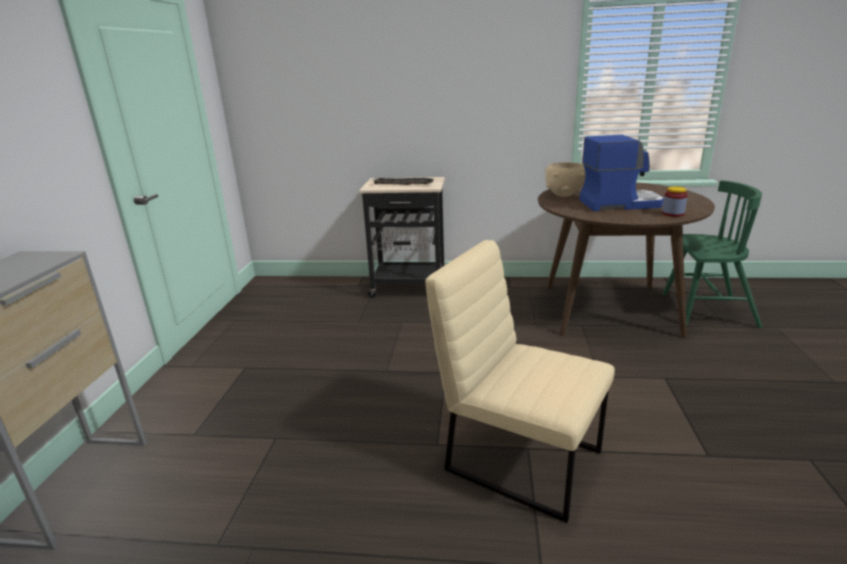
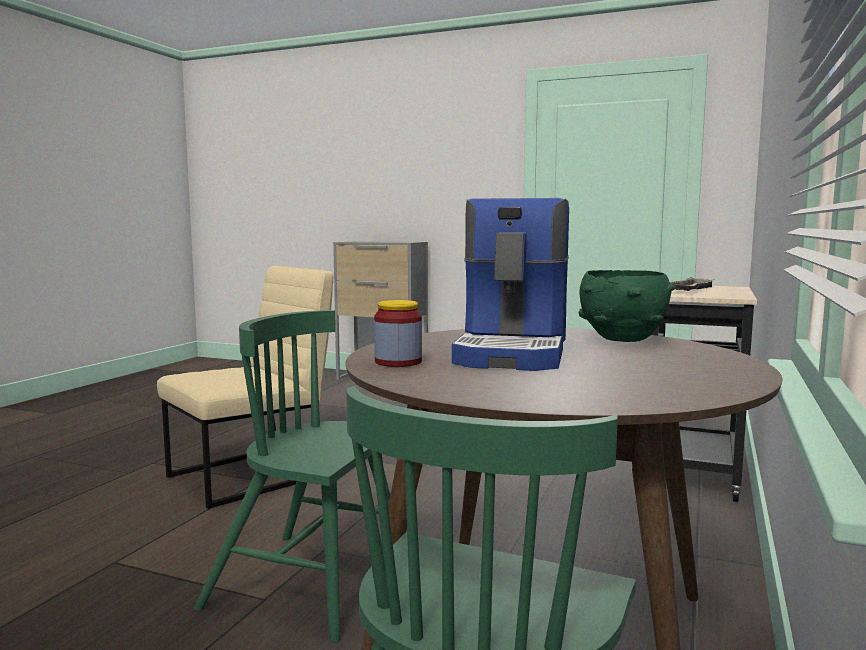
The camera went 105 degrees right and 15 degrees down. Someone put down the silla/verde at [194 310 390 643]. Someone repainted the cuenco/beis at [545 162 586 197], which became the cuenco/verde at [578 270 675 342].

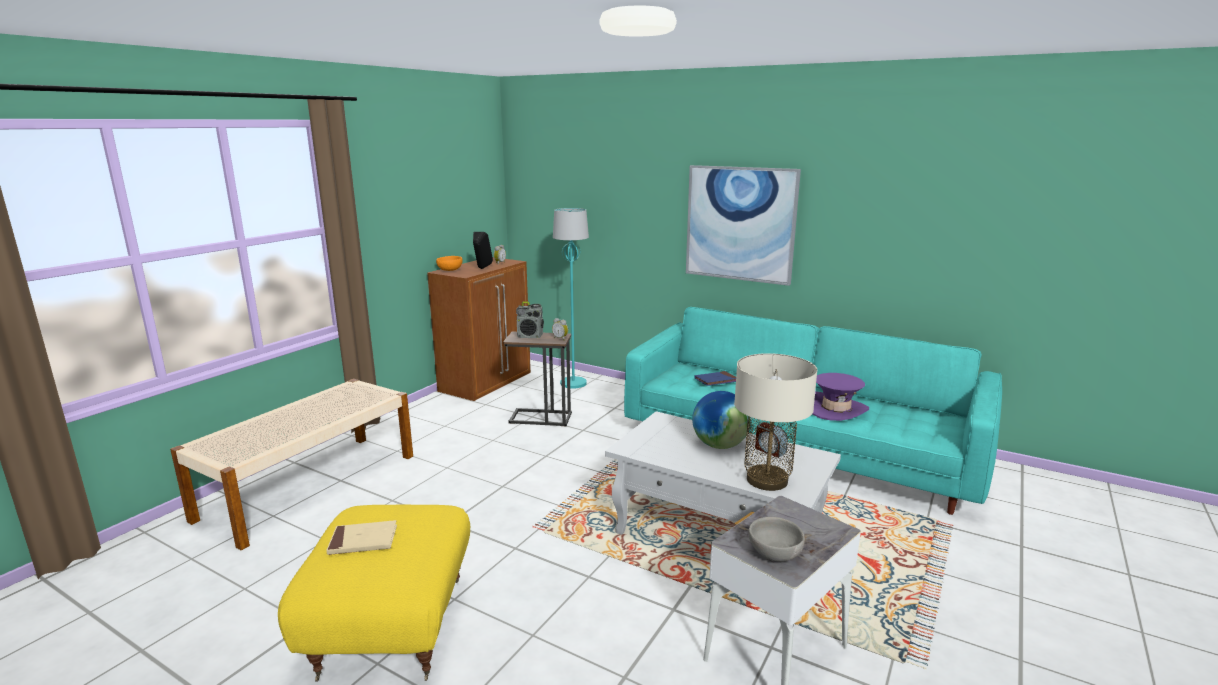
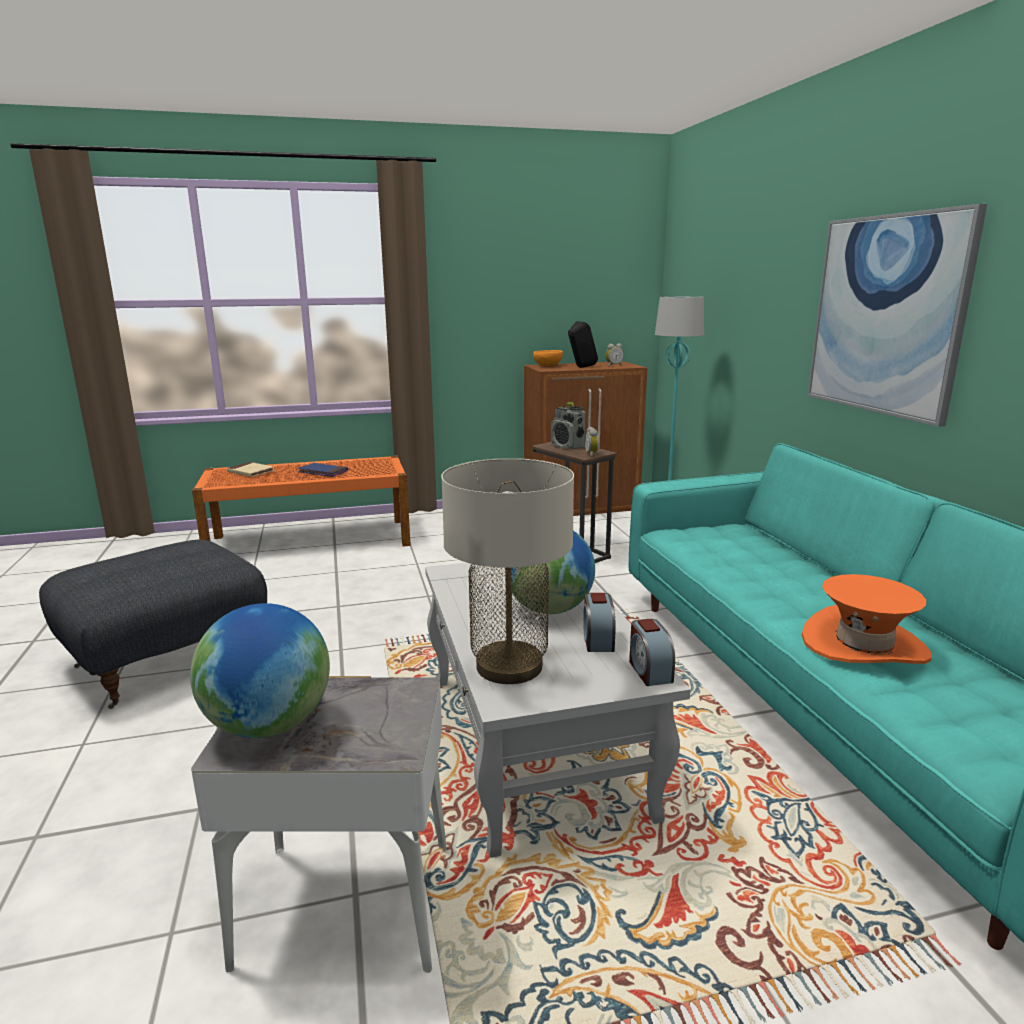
The camera went 45 degrees right and 0 degrees up. Someone repainted the puf/amarillo at [278 505 470 682], which became the puf/gris at [39 540 267 709]. Someone swapped the cuenco/gris at [749 517 805 562] for the globo terráqueo at [190 603 330 738]. Someone repainted the banco/beis at [170 379 413 550], which became the banco/naranja at [192 456 411 547]. Someone carried the libro/beis from [326 520 397 555] to [227 462 275 477]. Someone carried the libro/azul from [694 371 736 386] to [298 463 348 477]. Someone put down the despertador at [629 619 675 686]. Someone repainted the sombrero/morado at [812 373 869 421], which became the sombrero/naranja at [802 574 931 664].

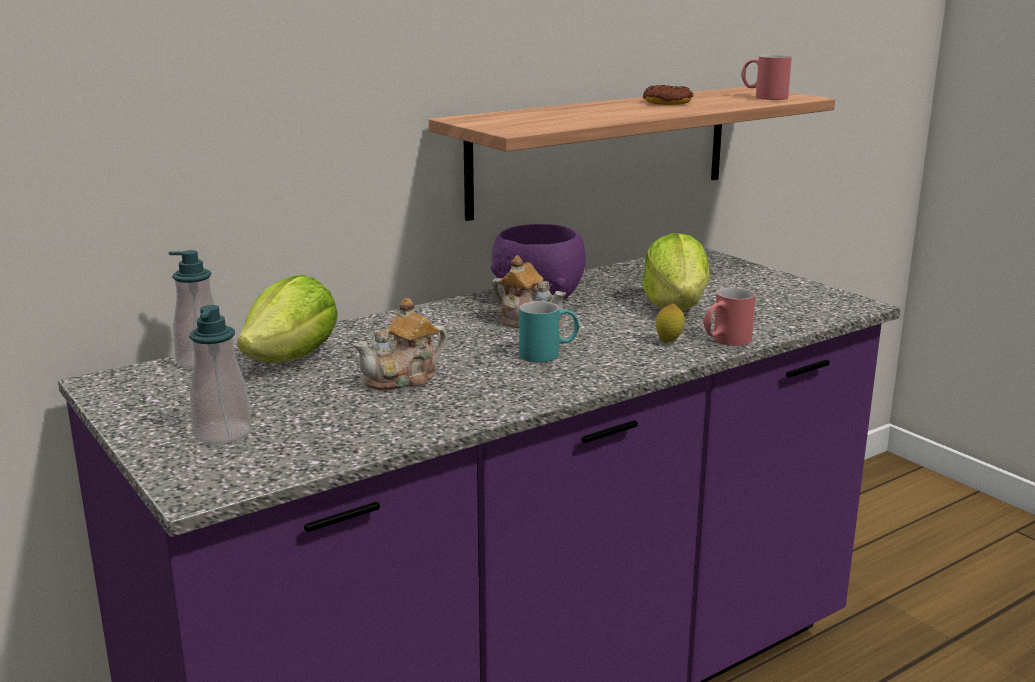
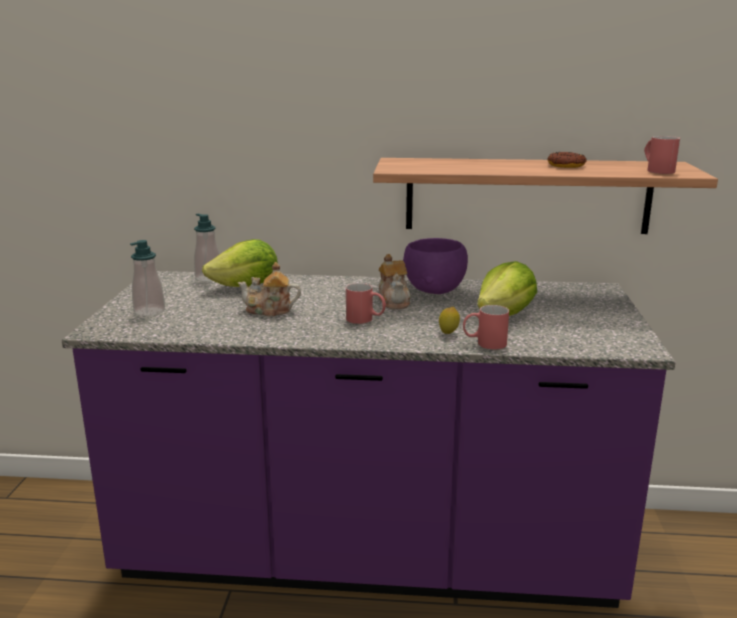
The camera went 40 degrees right and 0 degrees up. Someone repainted the taza grande/turquesa at [519 301 579 362], which became the taza grande/rojo at [346 283 386 324].

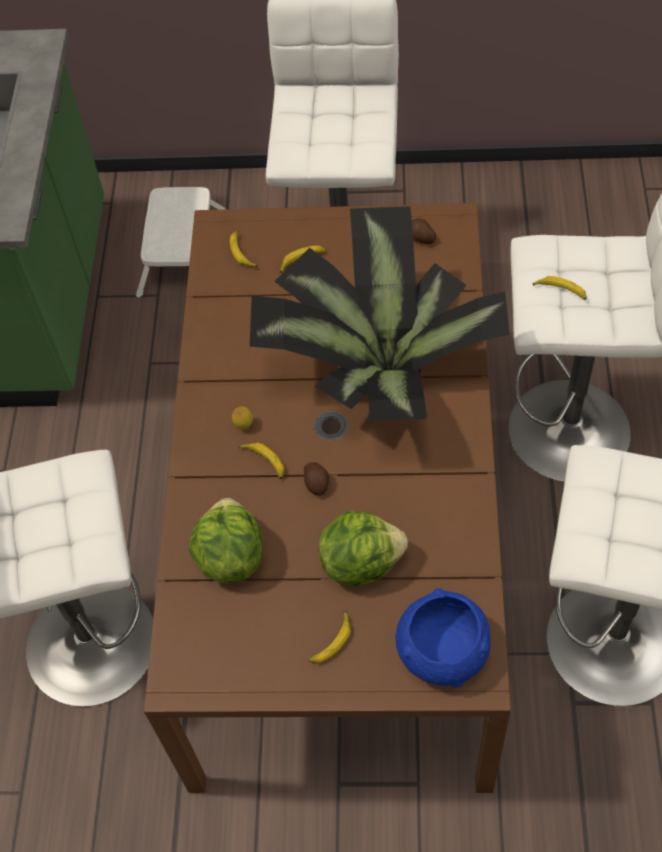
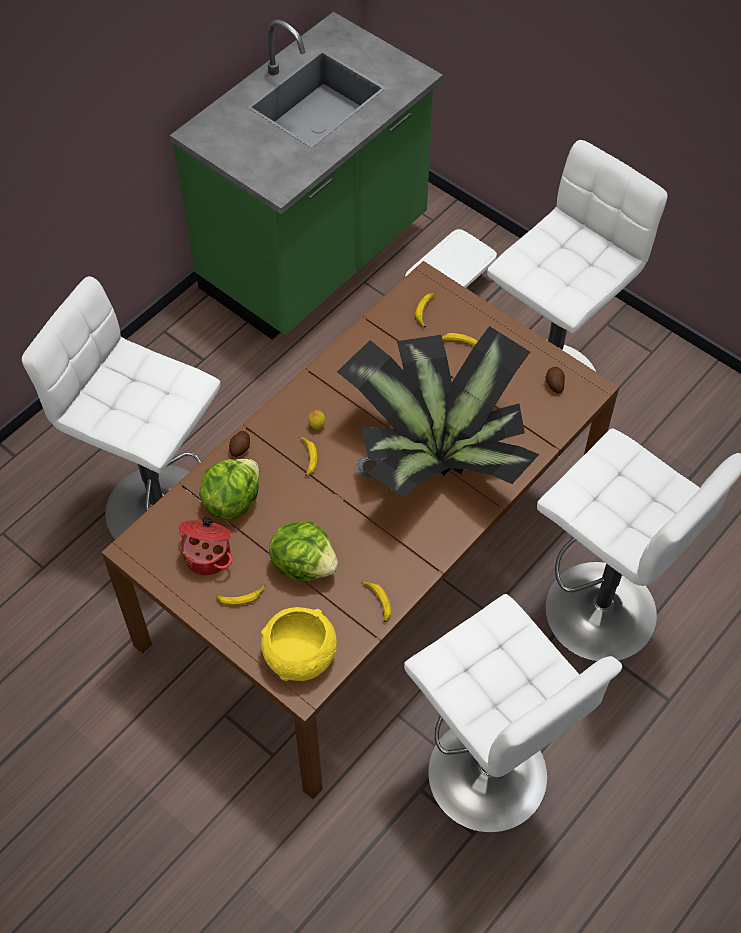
The camera went 35 degrees right and 0 degrees up. Someone put down the olla at [179 517 233 575]. Someone carried the patata from [304 462 329 496] to [229 431 250 457]. Someone repainted the cuenco/azul at [395 588 491 688], which became the cuenco/amarillo at [261 607 337 681]. Someone carried the plátano from [533 276 587 300] to [361 581 391 622].

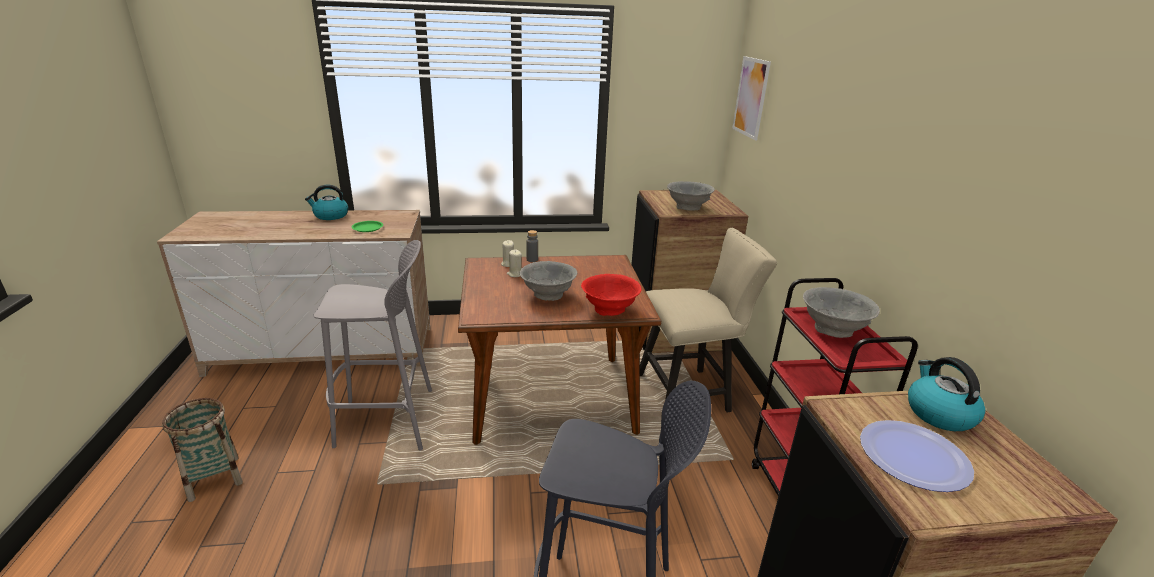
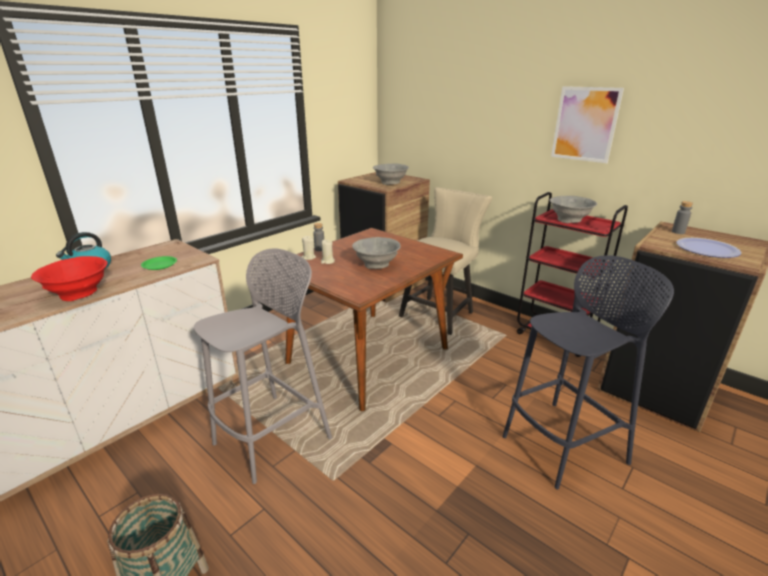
The camera went 40 degrees left and 0 degrees up. Someone carried the cuenco/rojo from [581 274 642 316] to [31 256 108 301]. Someone carried the cuadro from [732 56 771 140] to [551 86 624 163]. Someone swapped the hervidor at [908 357 985 431] for the botella/gris at [672 201 693 234].

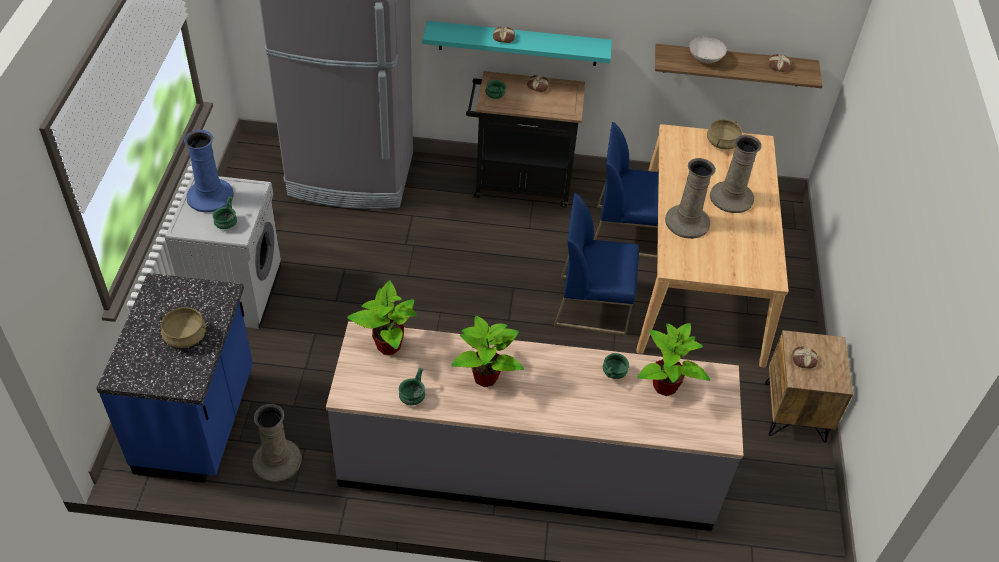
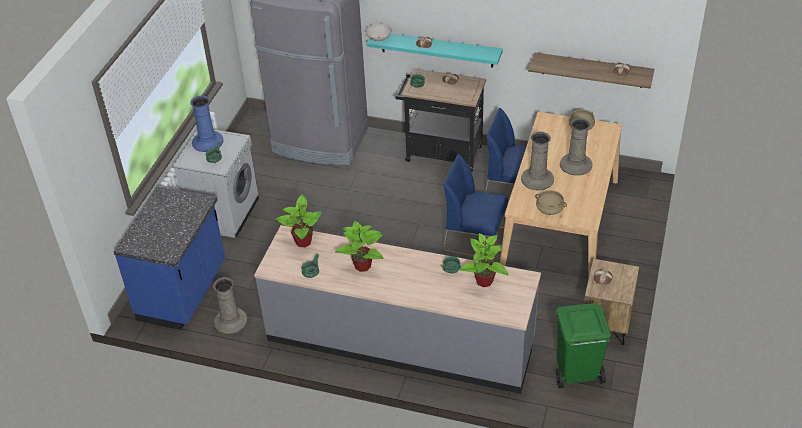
The camera went 15 degrees right and 5 degrees down. Someone carried the cuenco/blanco from [689 37 727 63] to [366 23 392 41]. Someone carried the olla/beis from [160 307 208 348] to [535 190 567 215]. Someone put down the papelera/verde at [556 303 611 389].

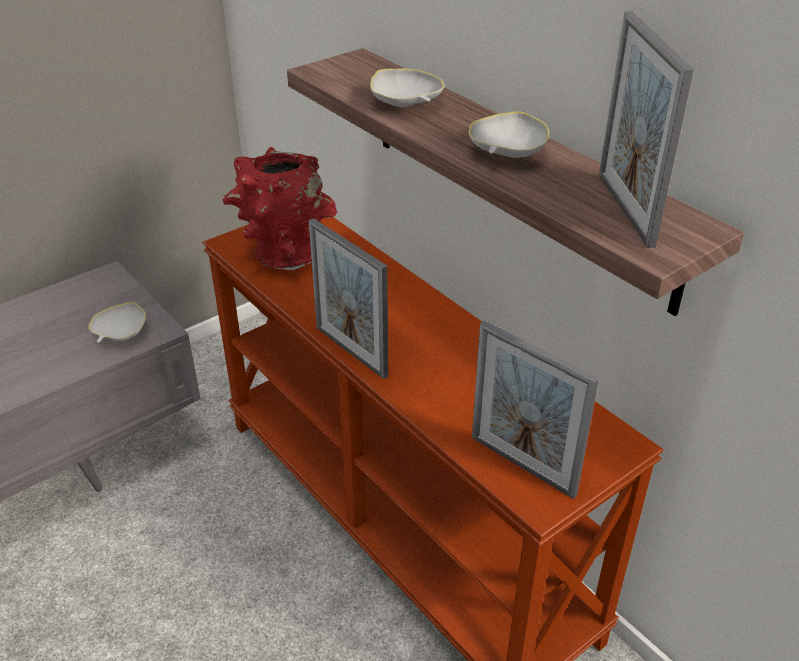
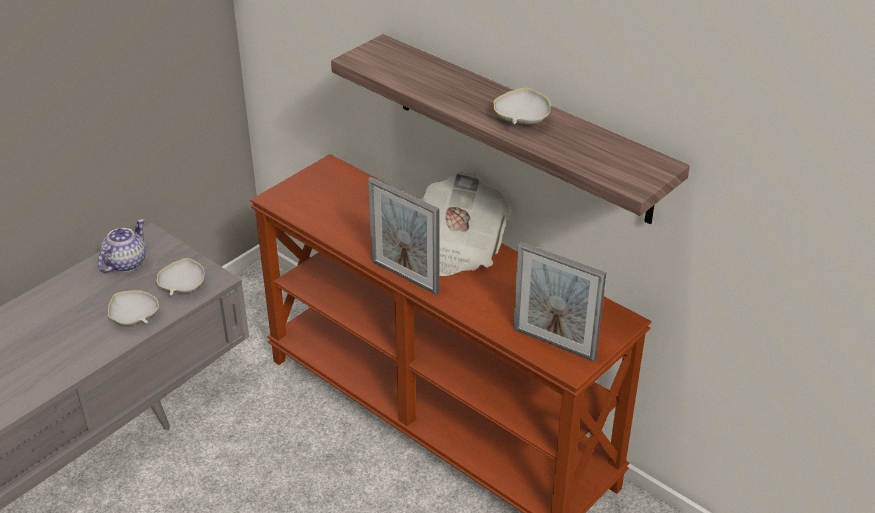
The camera went 10 degrees left and 0 degrees up. Someone put down the tetera at [98 219 146 273]. Someone carried the cuenco/blanco from [370 69 445 107] to [108 290 159 325]. Someone put down the periódico at [421 172 509 276]. Someone took away the florero/rojo at [223 147 337 270]. Someone took away the portarretratos at [599 11 694 248].

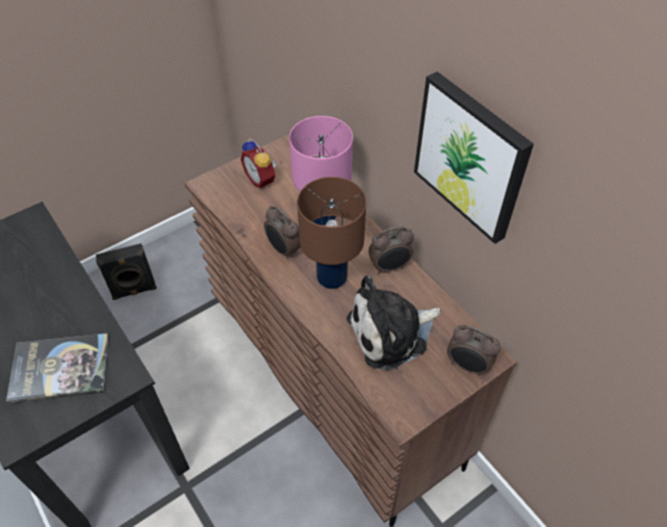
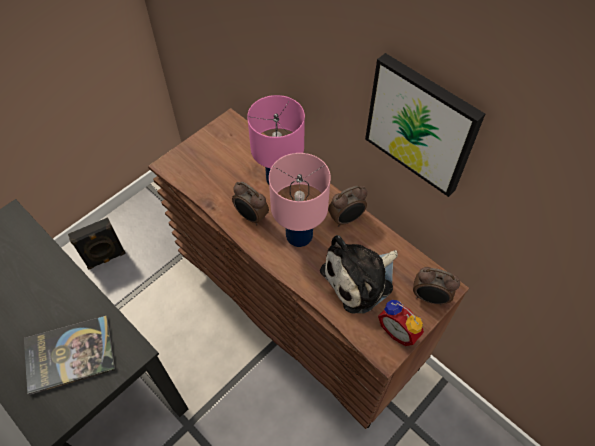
The camera went 10 degrees left and 5 degrees up. Someone repainted the lámpara de mesa/marrón at [297 177 366 289], which became the lámpara de mesa/rosa at [269 153 331 247]. Someone carried the despertador from [241 138 276 189] to [378 300 424 346].

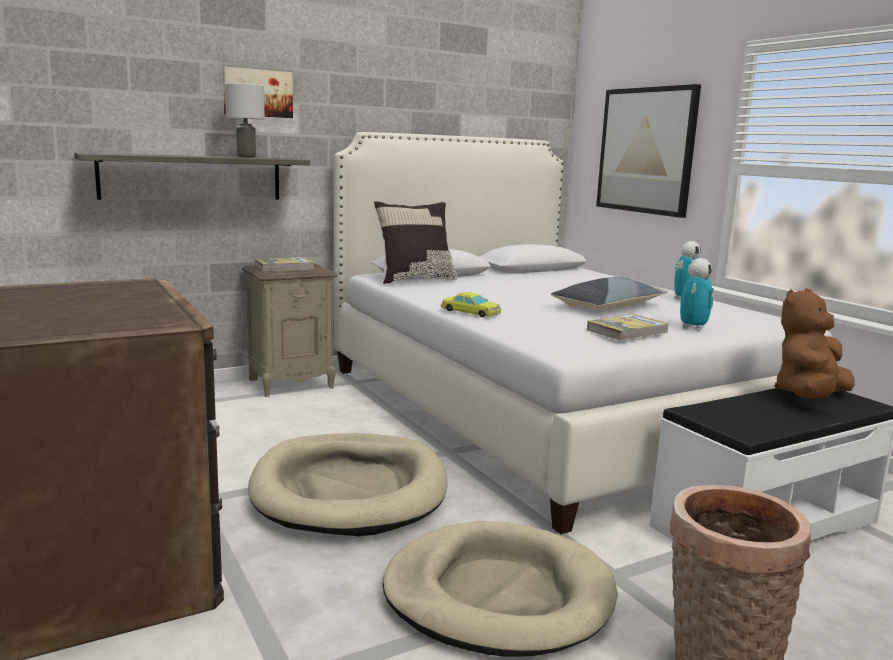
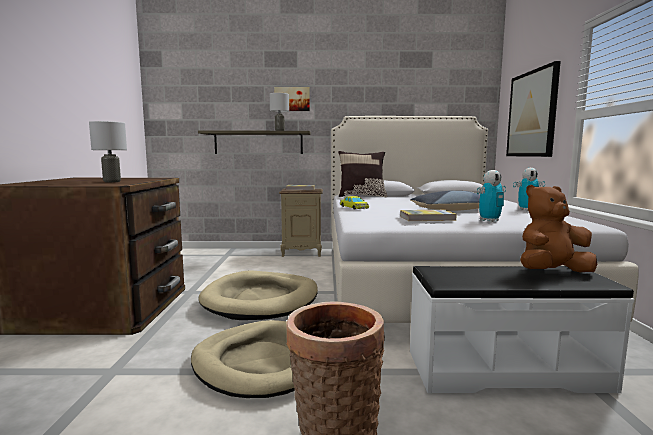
The camera went 30 degrees right and 5 degrees down. Someone put down the lámpara de mesa/blanco at [89 121 127 182].

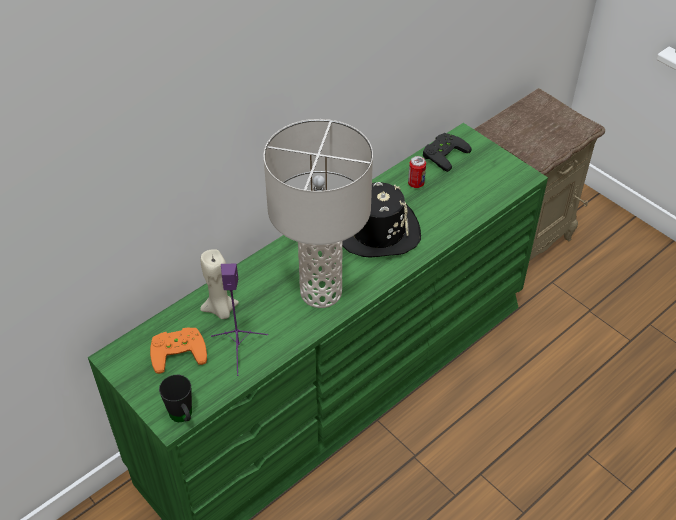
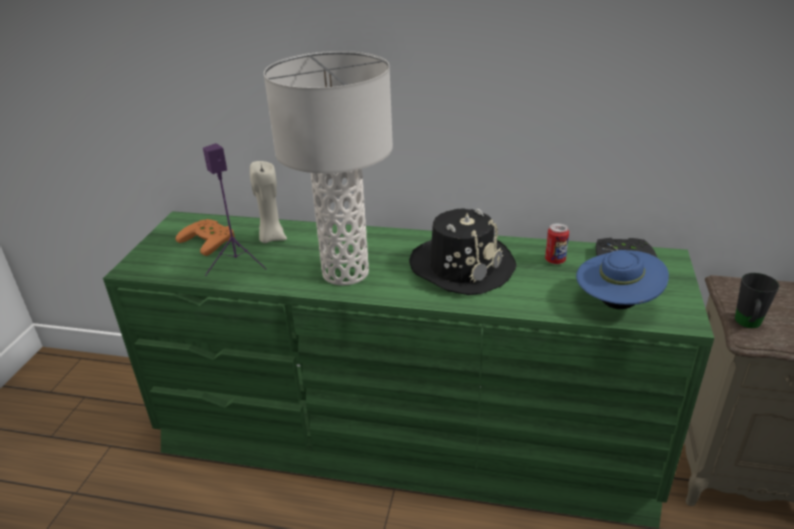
The camera went 55 degrees right and 15 degrees down. Someone put down the sombrero/azul at [576 243 669 309]. Someone carried the taza grande/negro from [159 375 192 422] to [735 273 779 328].

